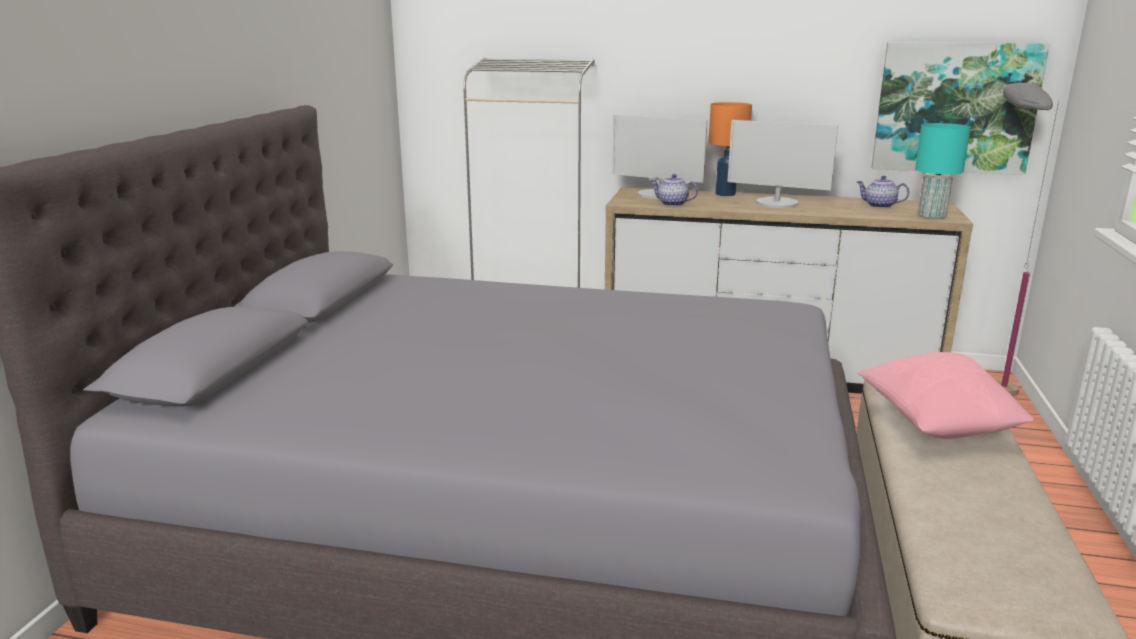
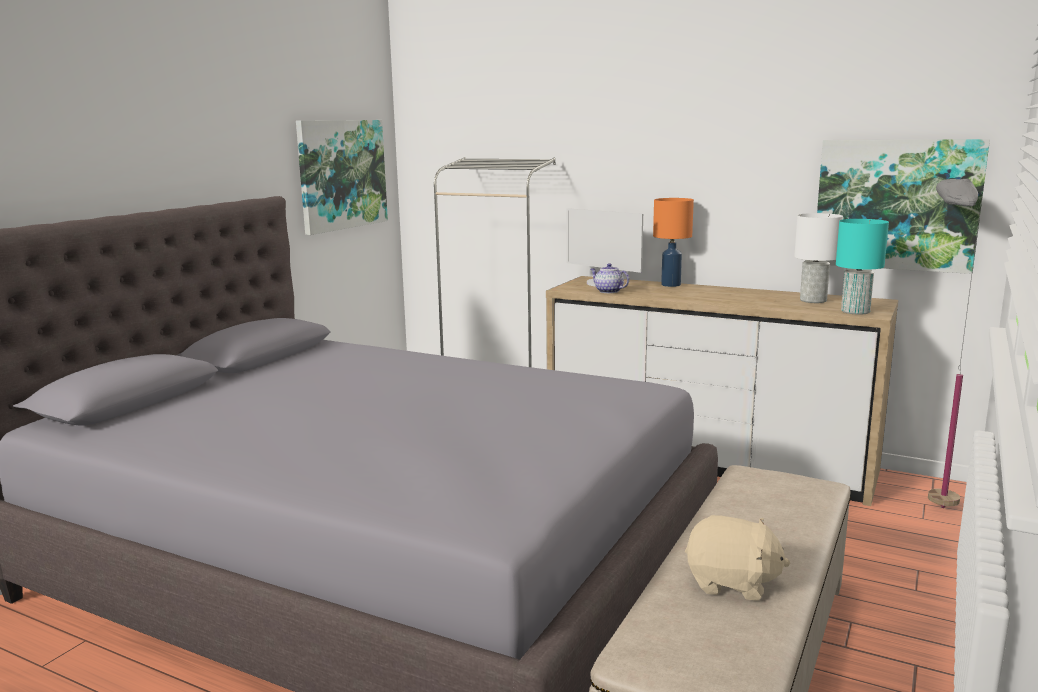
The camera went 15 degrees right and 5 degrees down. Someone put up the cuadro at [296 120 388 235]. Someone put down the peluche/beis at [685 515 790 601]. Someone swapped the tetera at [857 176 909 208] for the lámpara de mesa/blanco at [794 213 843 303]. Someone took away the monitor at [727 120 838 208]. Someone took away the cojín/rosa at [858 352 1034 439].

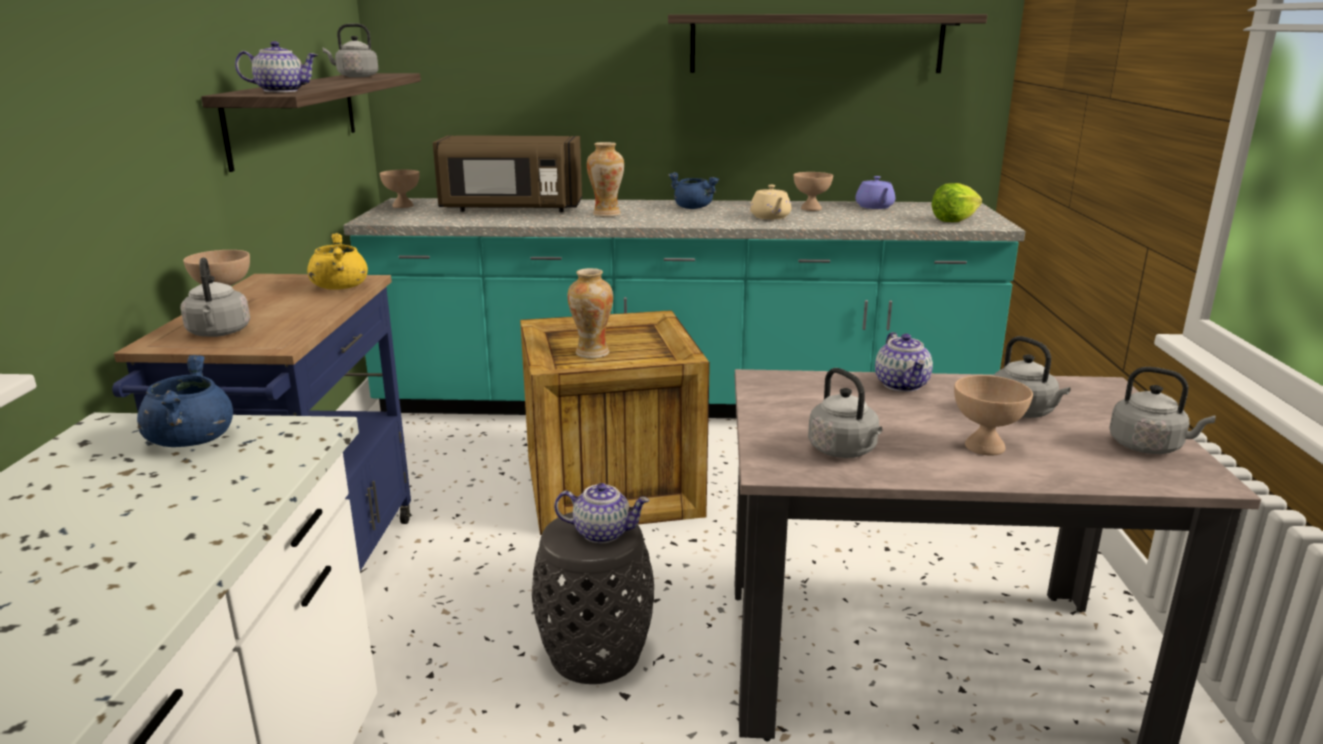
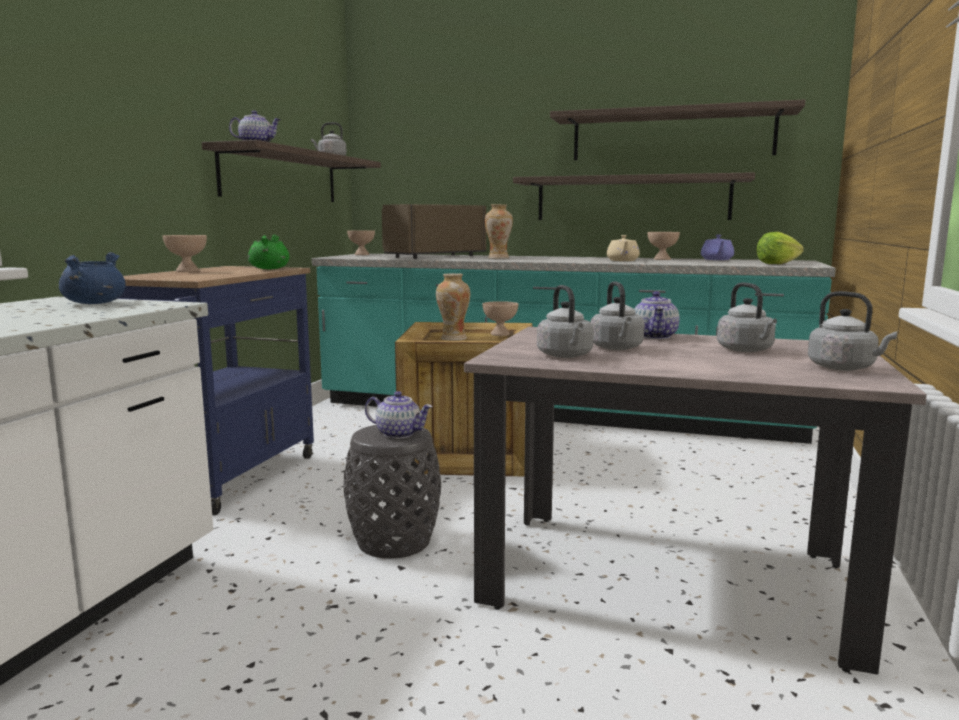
The camera went 15 degrees right and 10 degrees down. Someone repainted the olla/amarillo at [307 233 368 290], which became the olla/verde at [248 235 289 269]. Someone rotated the microondas/marrón at [433 135 582 212] by 120 degrees clockwise. Someone carried the cuenco/beis from [954 375 1033 456] to [482 301 518 336]. Someone put up the estante at [513 172 755 220]. Someone carried the hervidor/gris from [180 258 250 337] to [590 281 645 350]. Someone took away the olla/azul at [668 172 719 209].

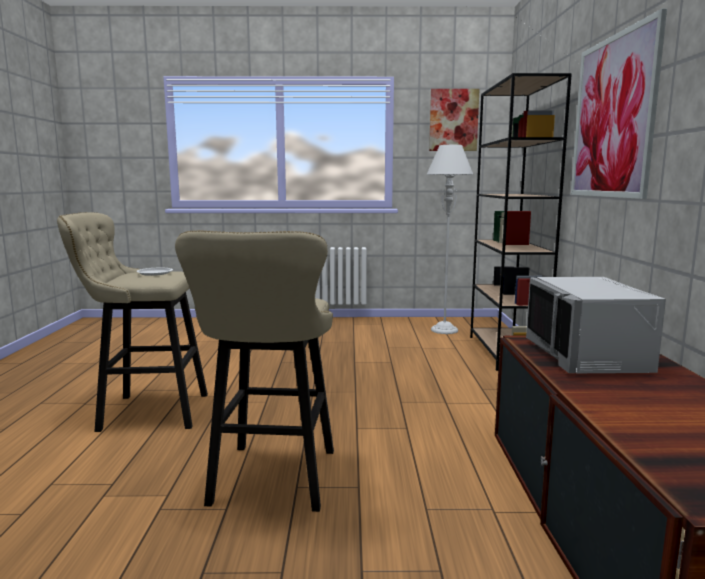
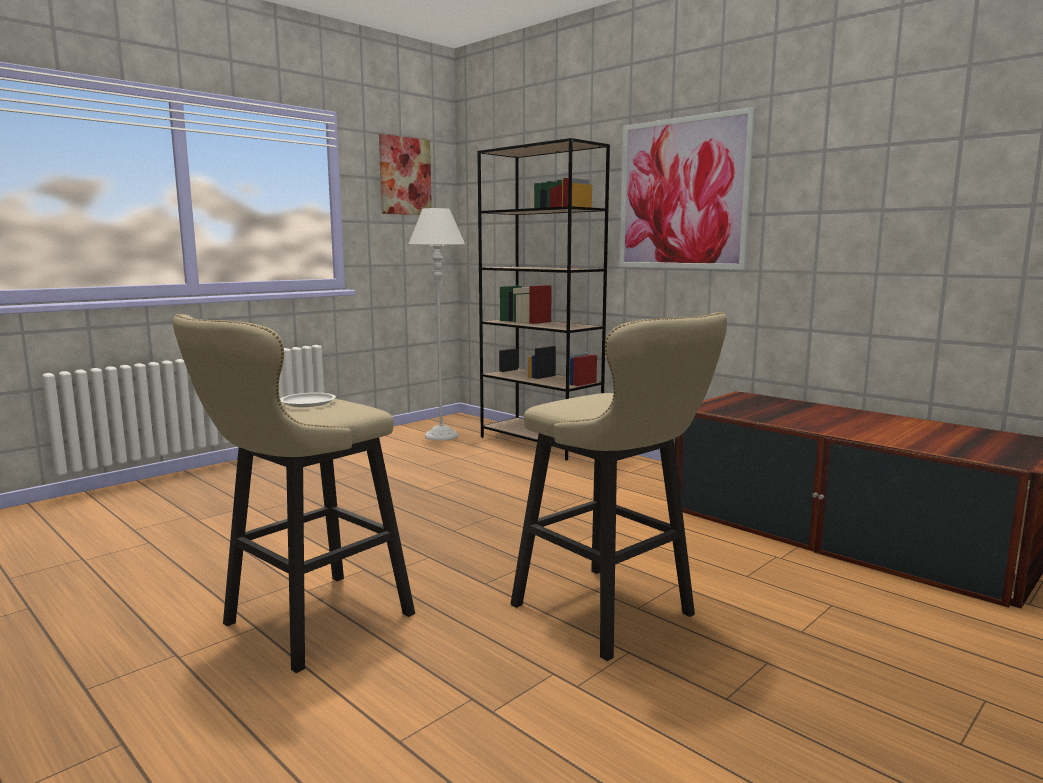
The camera went 45 degrees left and 0 degrees up. Someone took away the microondas/gris at [526 277 666 373].

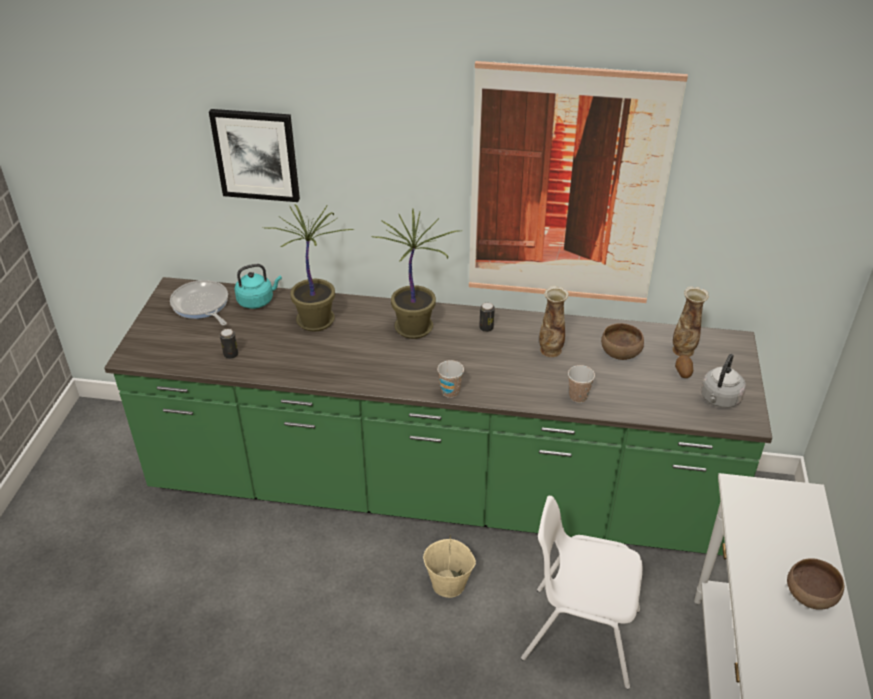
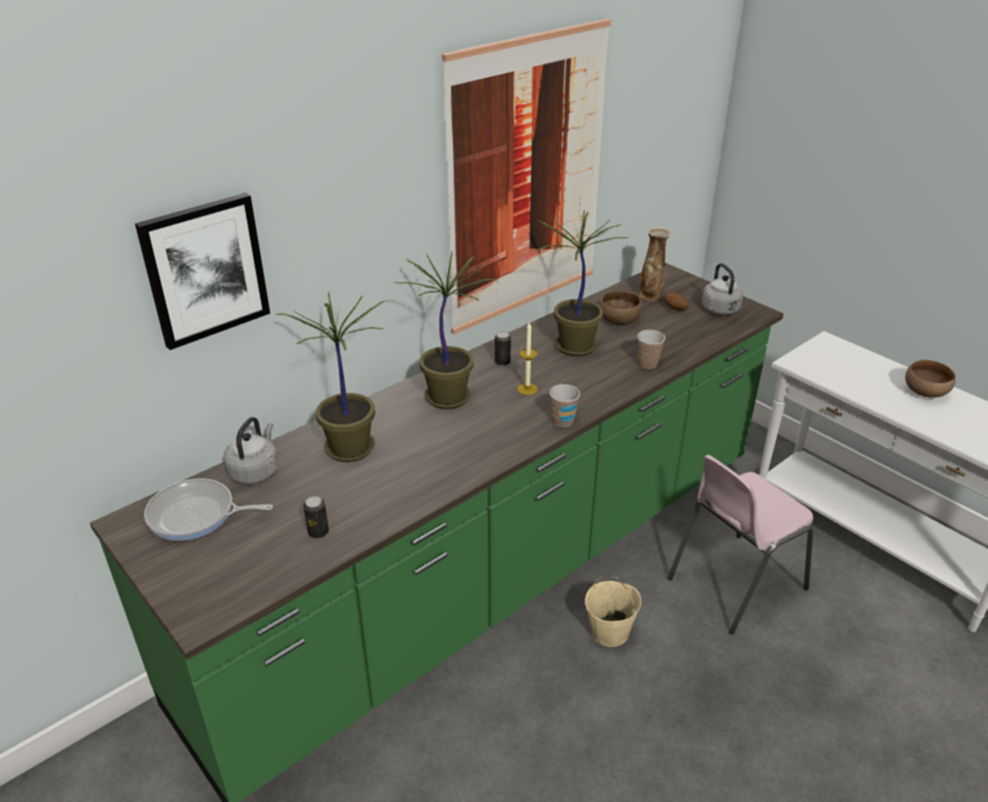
The camera went 50 degrees left and 5 degrees down. Someone repainted the hervidor/turquesa at [234 264 282 309], which became the hervidor/gris at [223 417 278 484]. Someone put down the vela at [517 322 538 395]. Someone swapped the florero at [539 286 569 357] for the planta en maceta at [538 210 629 356]. Someone repainted the silla/blanco at [521 496 643 689], which became the silla/rosa at [668 455 813 634].

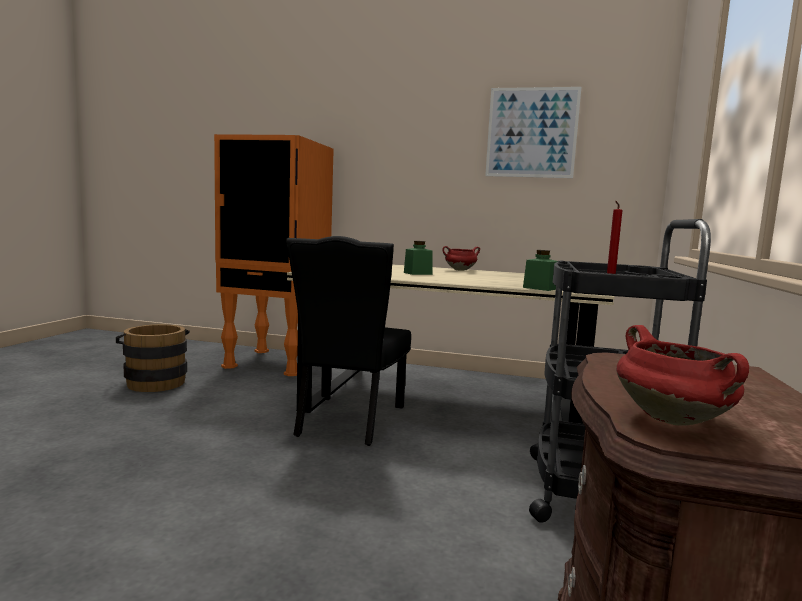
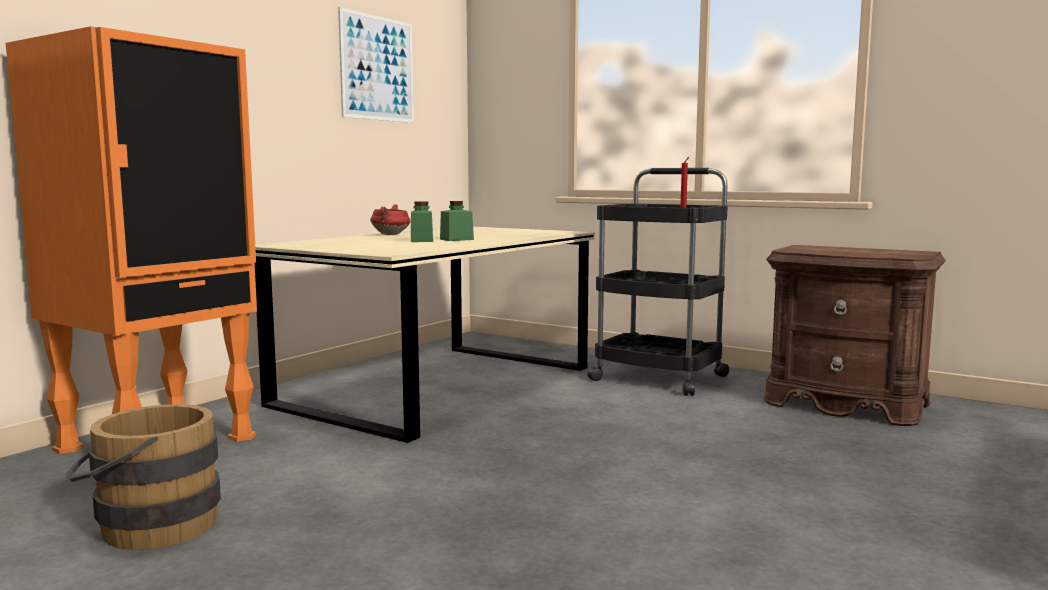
The camera went 70 degrees left and 0 degrees up. Someone carried the tarro/verde from [523 250 557 291] to [440 201 474 241]. Someone took away the silla/negro at [286 236 411 446]. Someone took away the olla/rojo at [616 325 749 426].

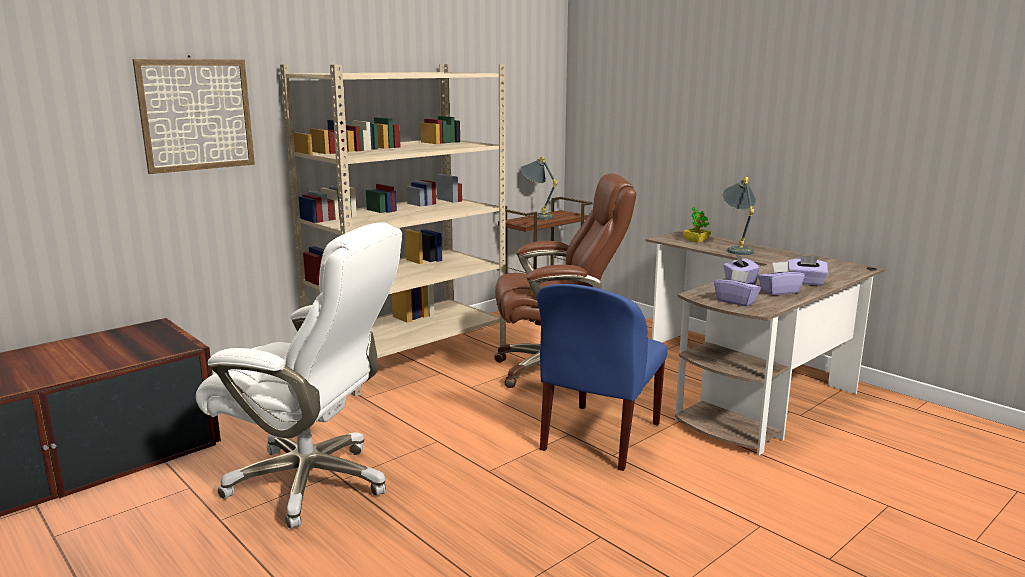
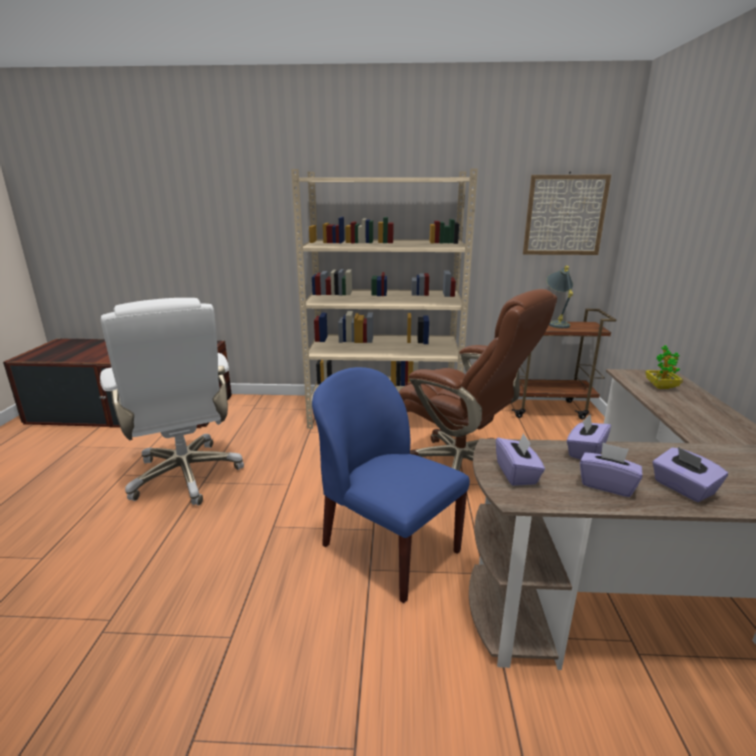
The camera went 45 degrees right and 5 degrees up. Someone rotated the silla/azul at [537 284 667 471] by 60 degrees clockwise. Someone carried the cuadro from [133 55 255 174] to [523 172 611 255]. Someone took away the lámpara de mesa/gris at [722 177 756 255].

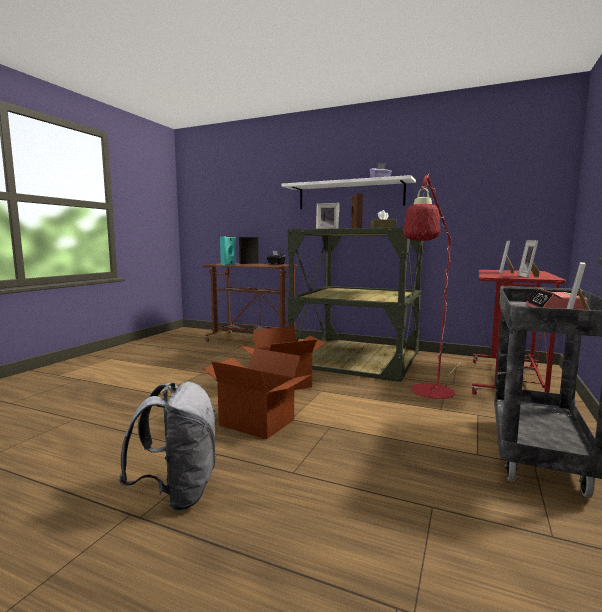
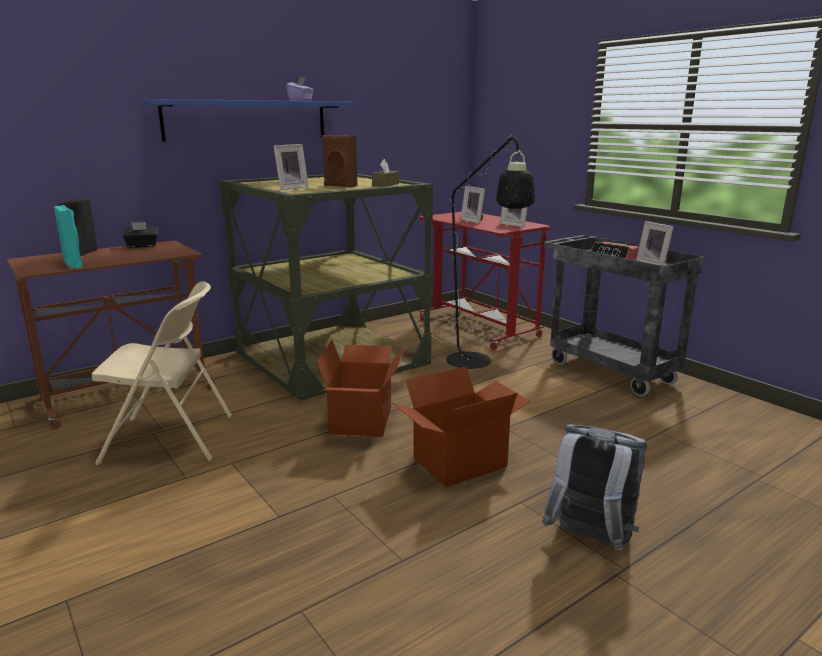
The camera went 60 degrees left and 10 degrees up. Someone put down the silla/beis at [92 282 232 465]. Someone repainted the estante/blanco at [282 175 416 209], which became the estante/azul at [142 99 354 142]. Someone repainted the lámpara de pie/rojo at [403 174 460 399], which became the lámpara de pie/negro at [417 135 535 369].

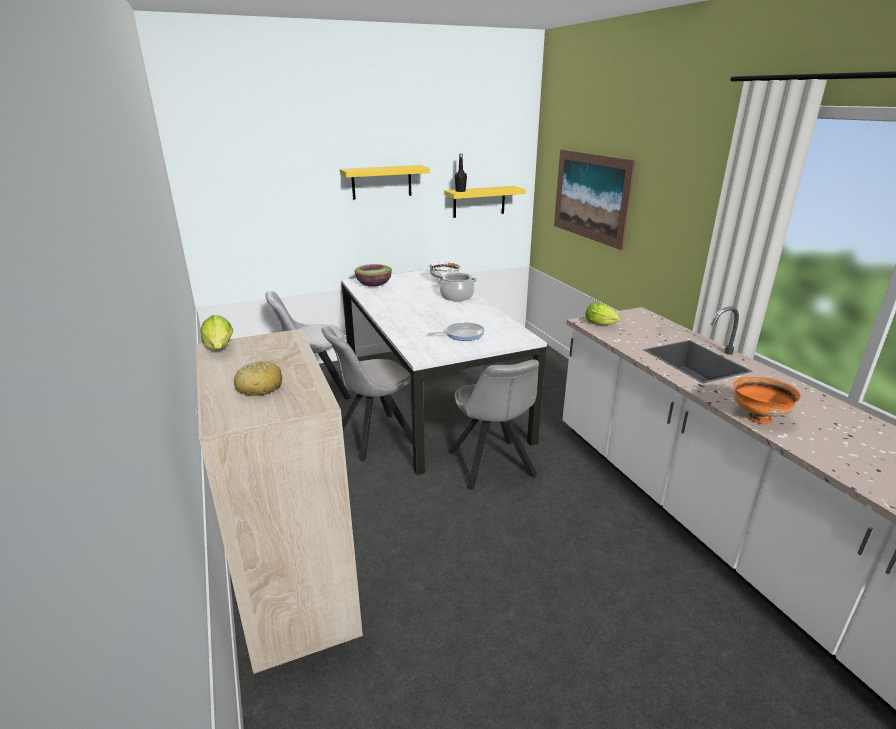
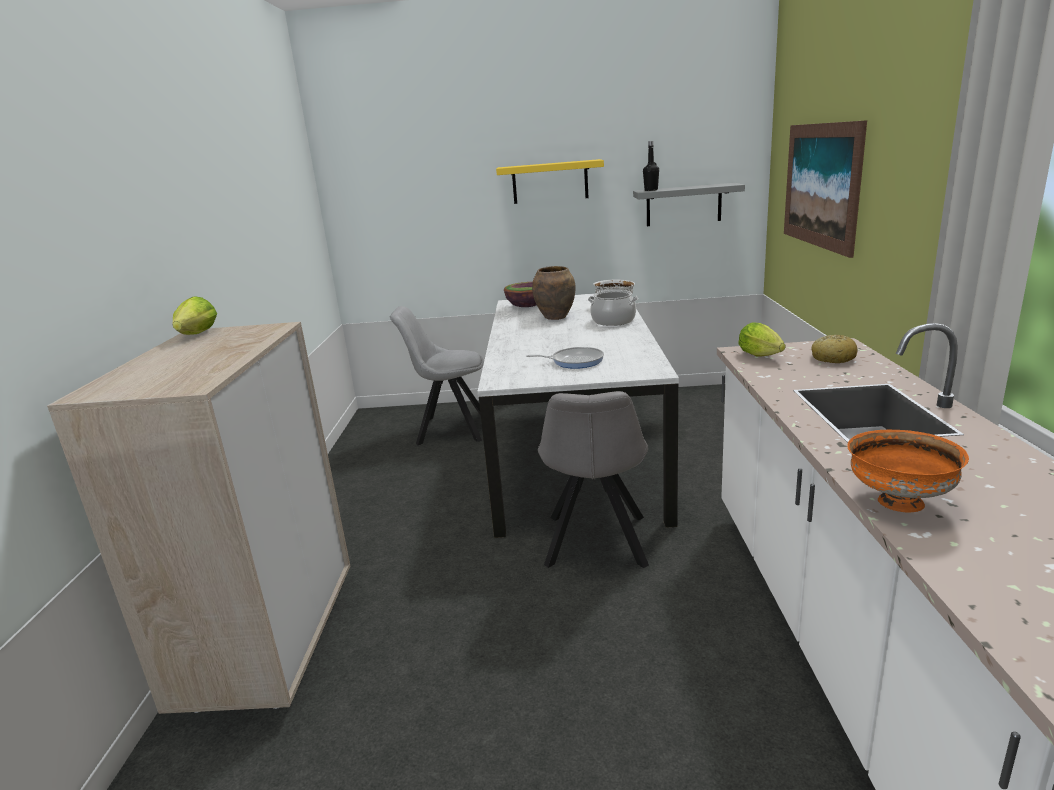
The camera went 25 degrees right and 5 degrees down. Someone put down the florero/marrón at [532 266 575 320]. Someone repainted the estante/amarillo at [444 186 526 218], which became the estante/gris at [633 183 745 226]. Someone carried the pan from [234 361 283 396] to [812 335 858 363]. Someone took away the silla/gris at [322 326 413 462].

